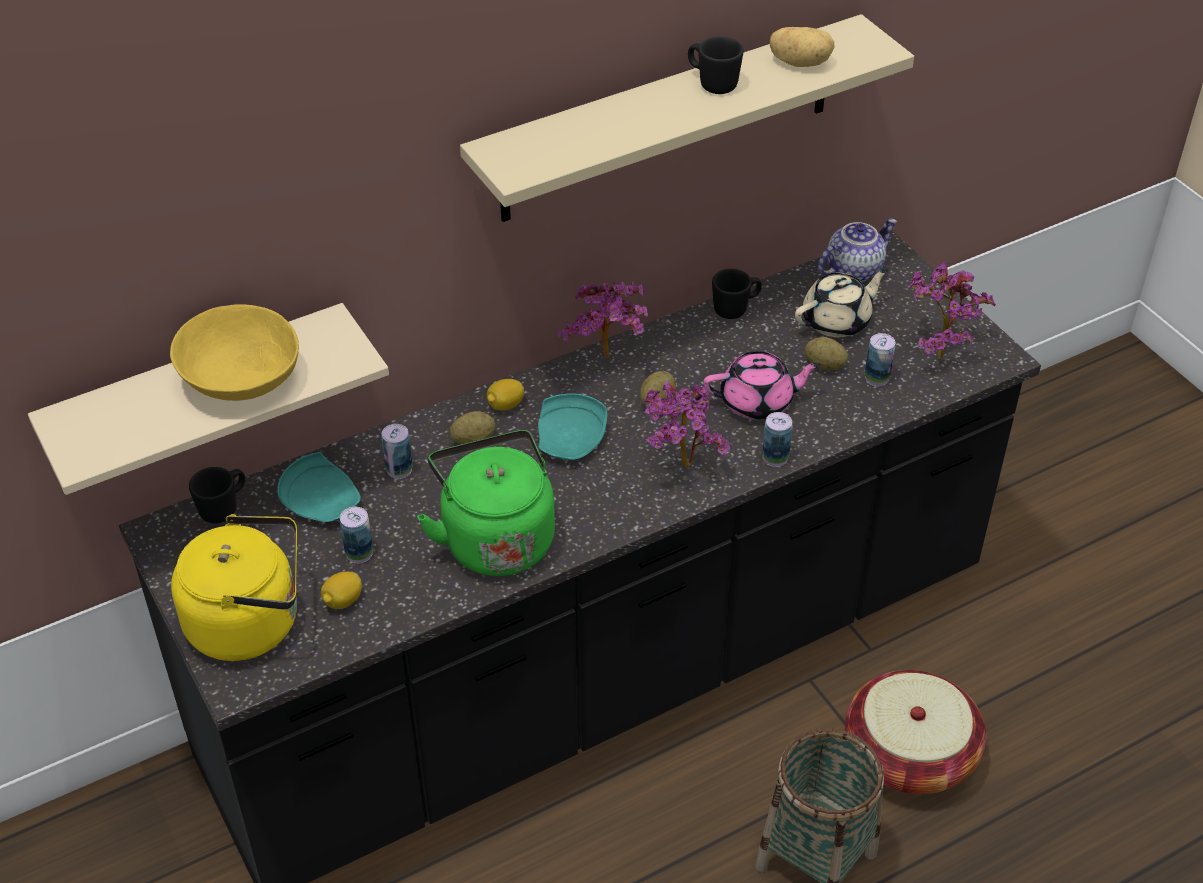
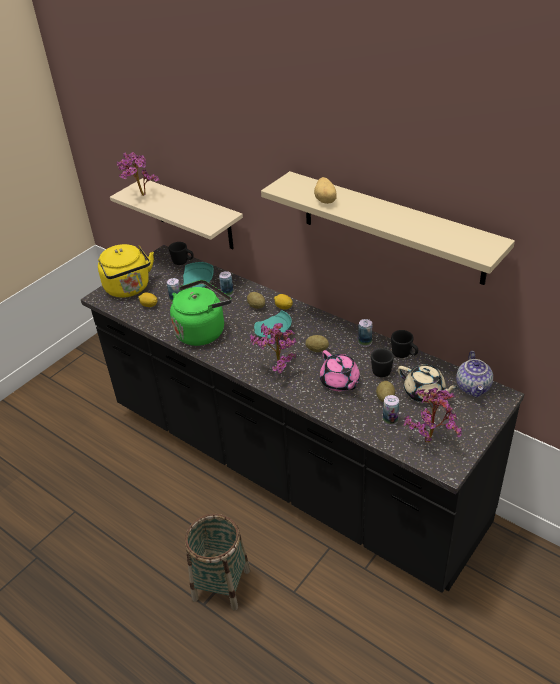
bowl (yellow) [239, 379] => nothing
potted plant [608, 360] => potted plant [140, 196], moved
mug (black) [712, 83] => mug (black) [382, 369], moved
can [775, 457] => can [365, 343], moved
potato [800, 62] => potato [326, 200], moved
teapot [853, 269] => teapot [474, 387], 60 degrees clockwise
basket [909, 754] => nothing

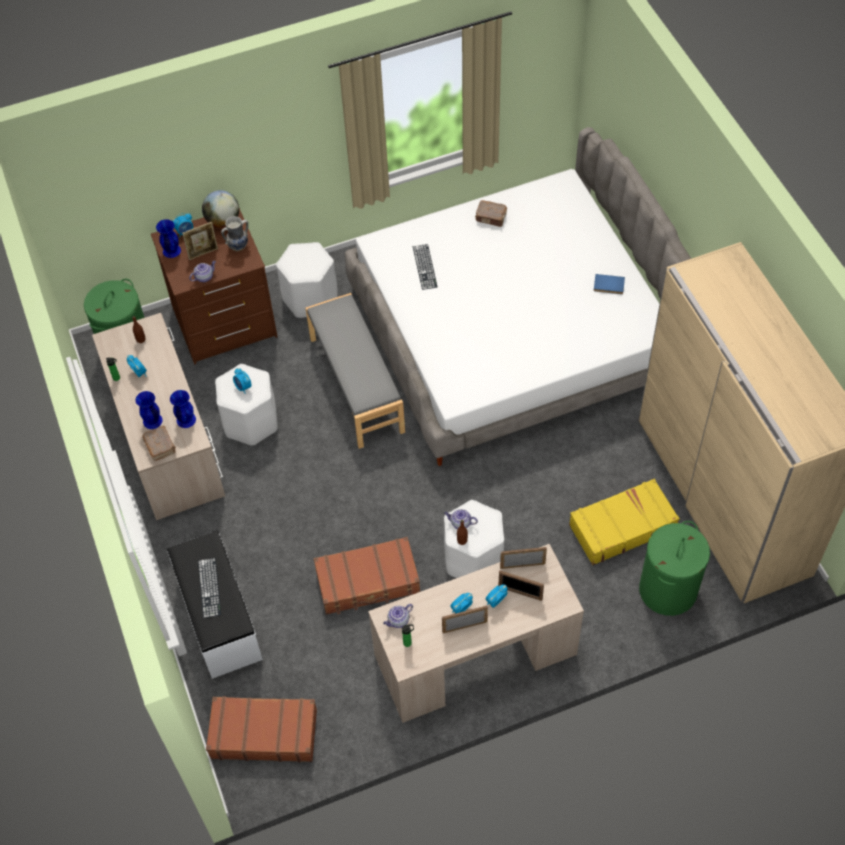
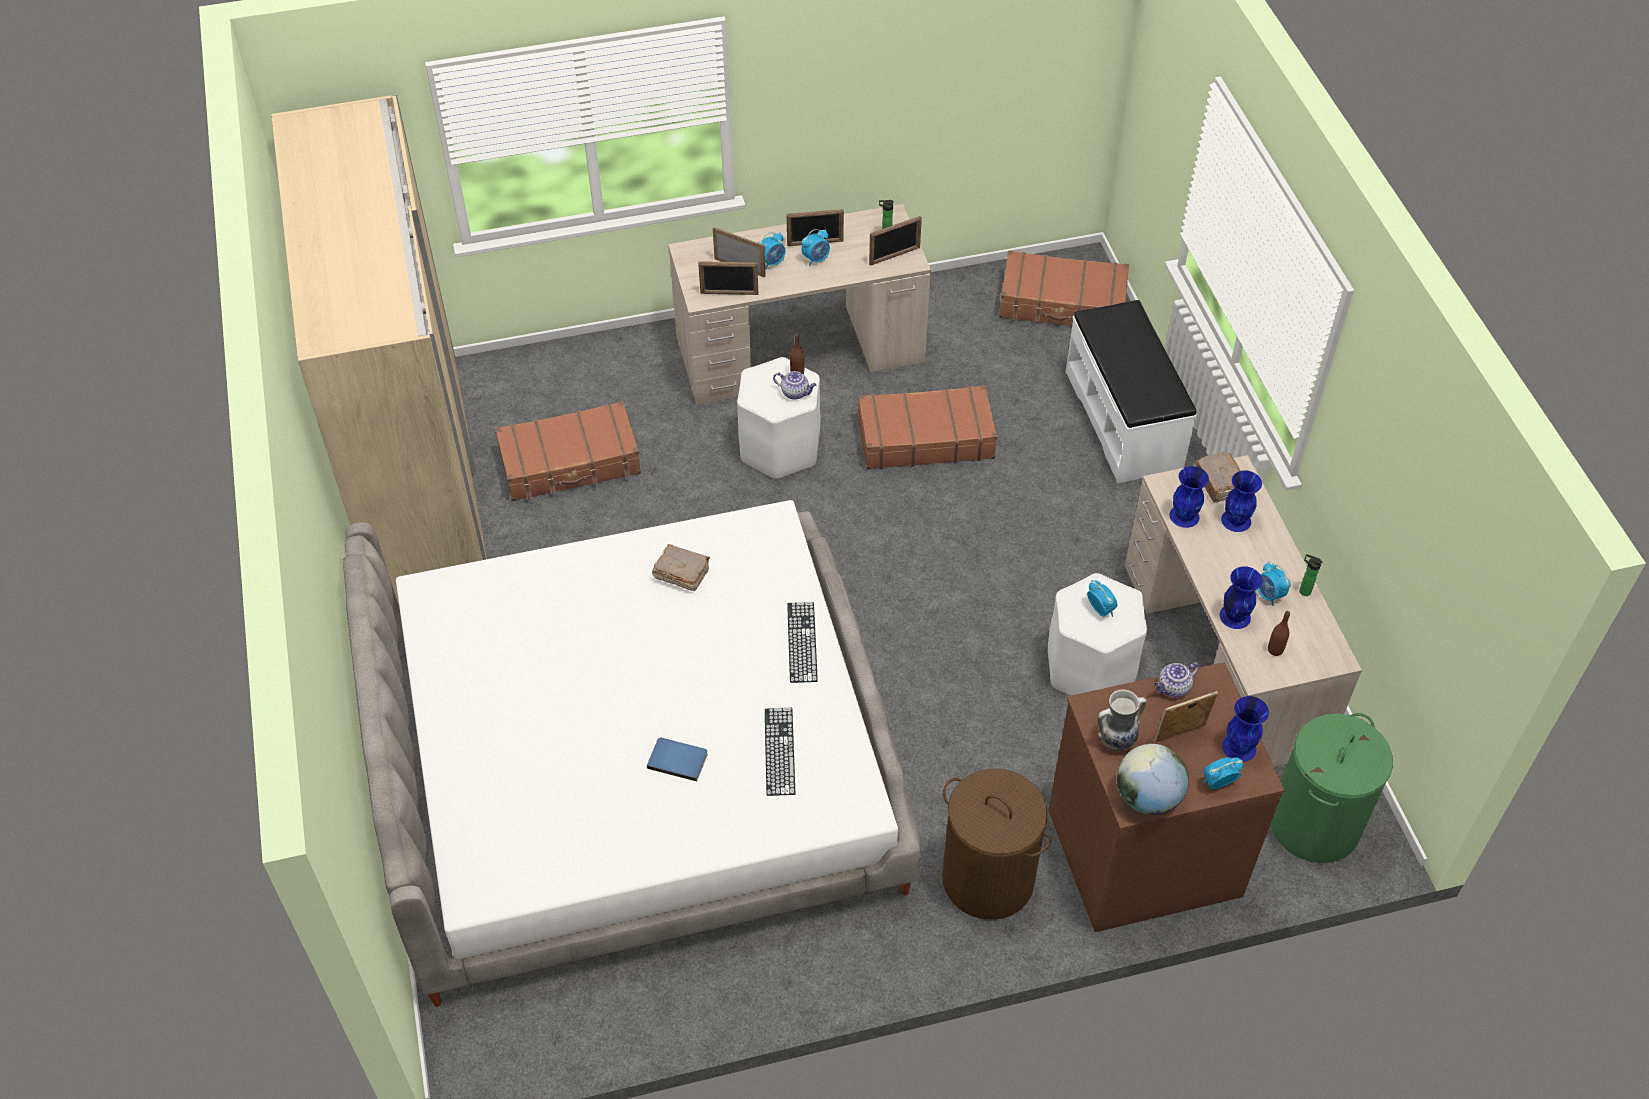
keyboard [209, 587] => keyboard [802, 642], moved
stool (white) [310, 298] => laundry basket (brown) [987, 879]
bench (grey) [357, 384] => nothing
teapot [398, 621] => picture frame [894, 256]
book (brown) [491, 217] => book (brown) [681, 573], moved
suitcase (yellow) [621, 527] => suitcase (brown) [570, 463]
book (blue) [608, 286] => book (blue) [678, 759], moved
laundry basket (green) [668, 590] => nothing
nothing => vase (blue) [1234, 616]

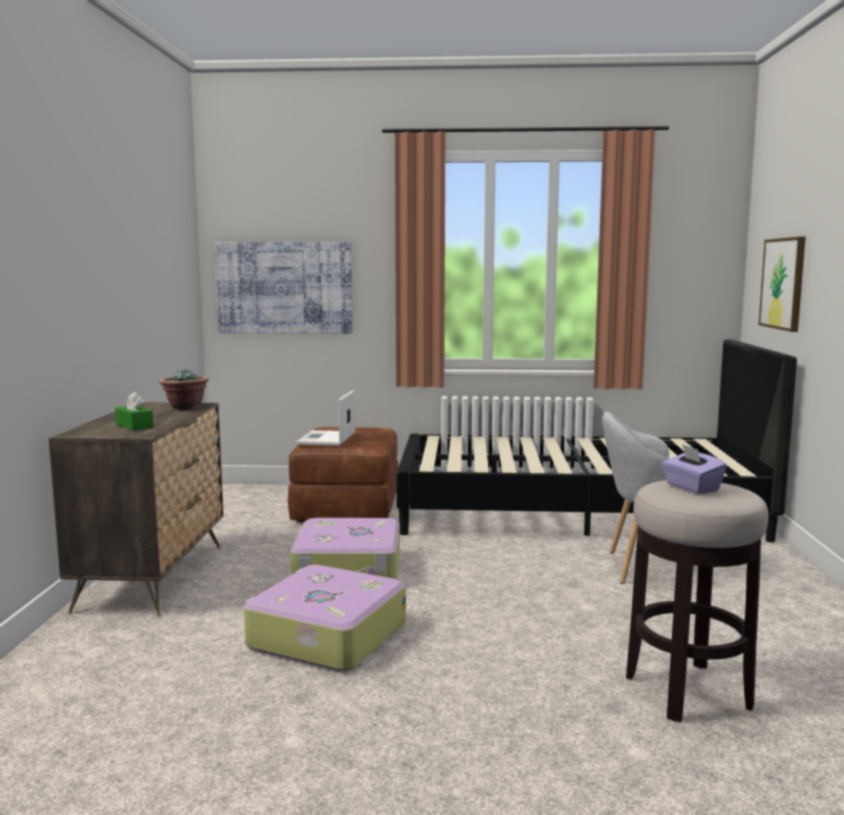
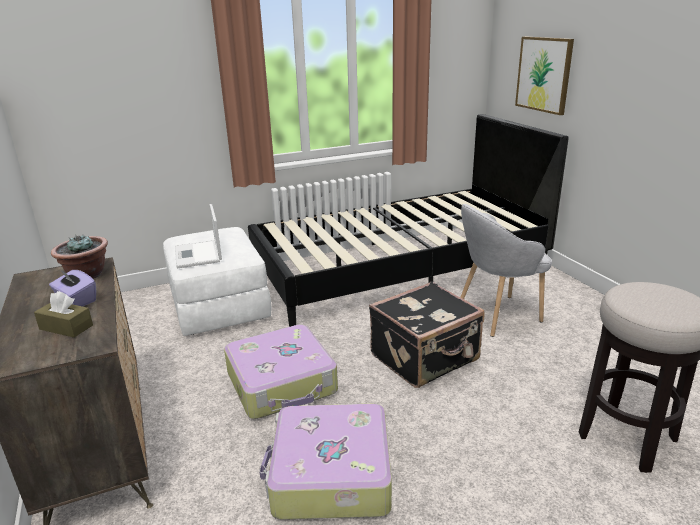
tissue box (green) [134, 426] => tissue box (brown) [66, 327]
picture [285, 287] => nothing
ottoman (brown) [347, 508] => ottoman (white) [220, 306]
tissue box (purple) [691, 487] => tissue box (purple) [76, 301], moved
nothing => suitcase (black) [426, 358]

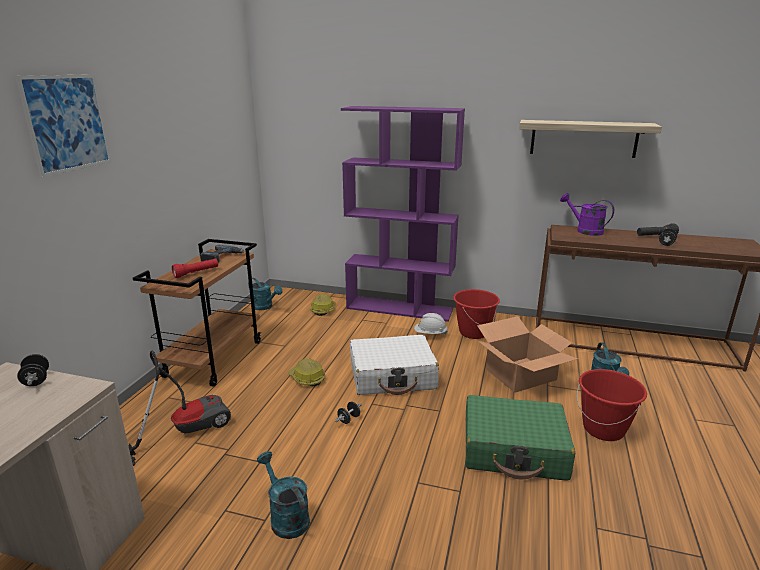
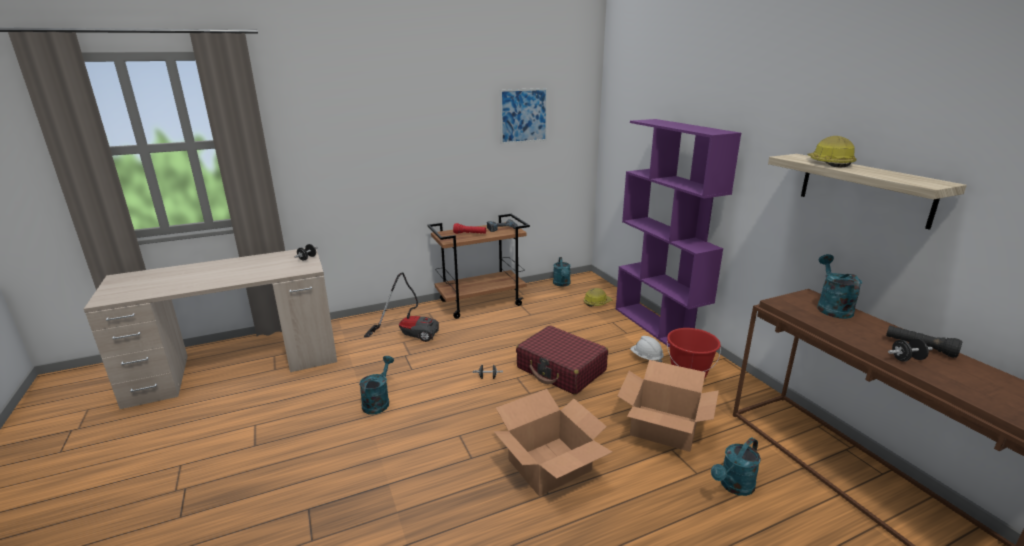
picture [67, 123] => picture [523, 116], moved
hard hat [306, 379] => hard hat [829, 163], moved
suitcase (white) [392, 376] => suitcase (red) [561, 369]
suitcase (green) [514, 450] => cardboard box [550, 465]
watering can (purple) [585, 230] => watering can (turquoise) [831, 307]
bucket (red) [603, 429] => nothing

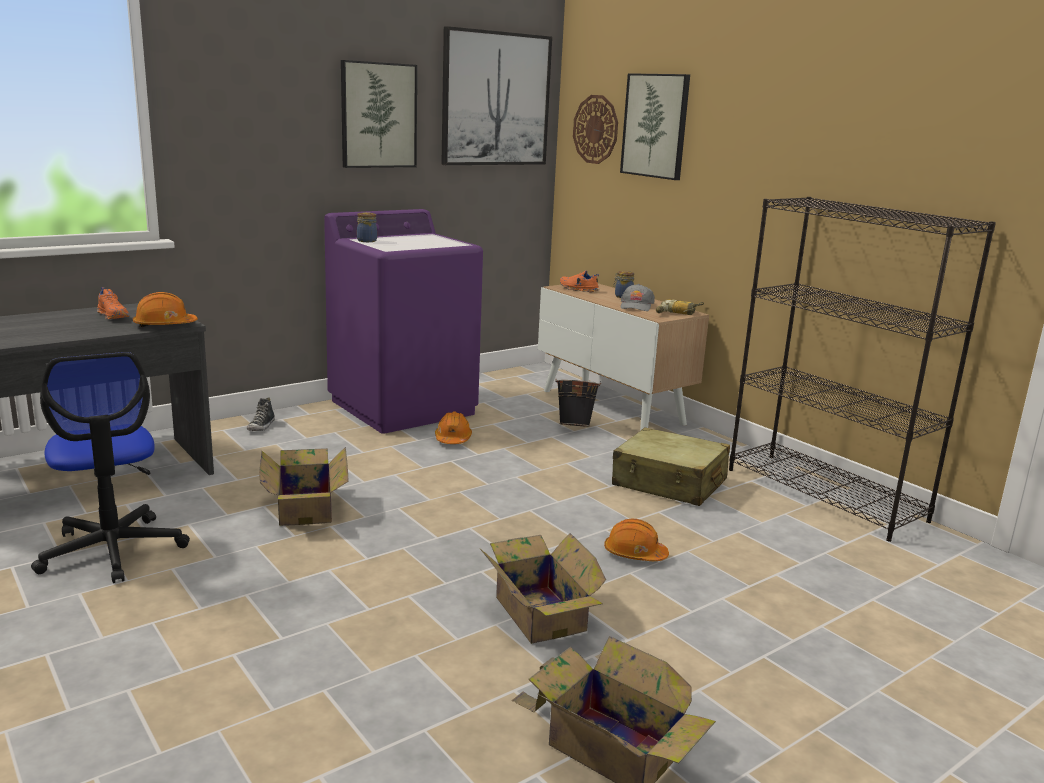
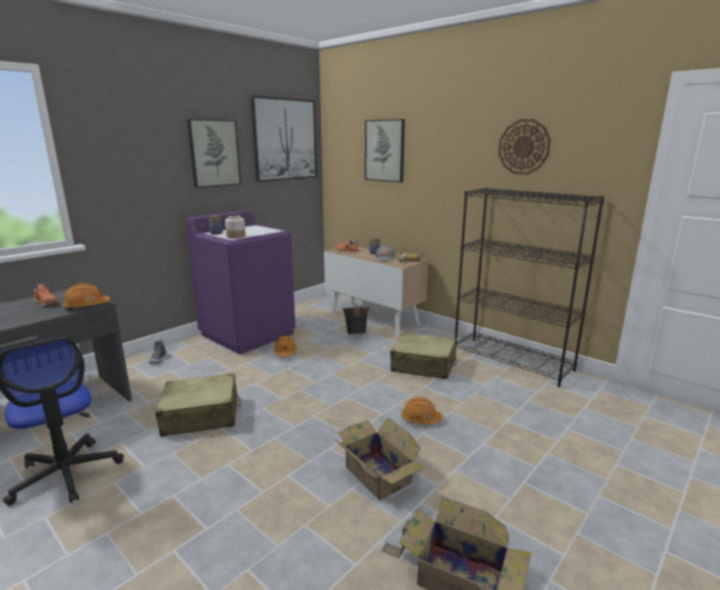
cardboard box [306, 506] => suitcase (beige) [201, 416]
wall clock [595, 129] => wall clock [524, 147], moved
nothing => jar [236, 236]

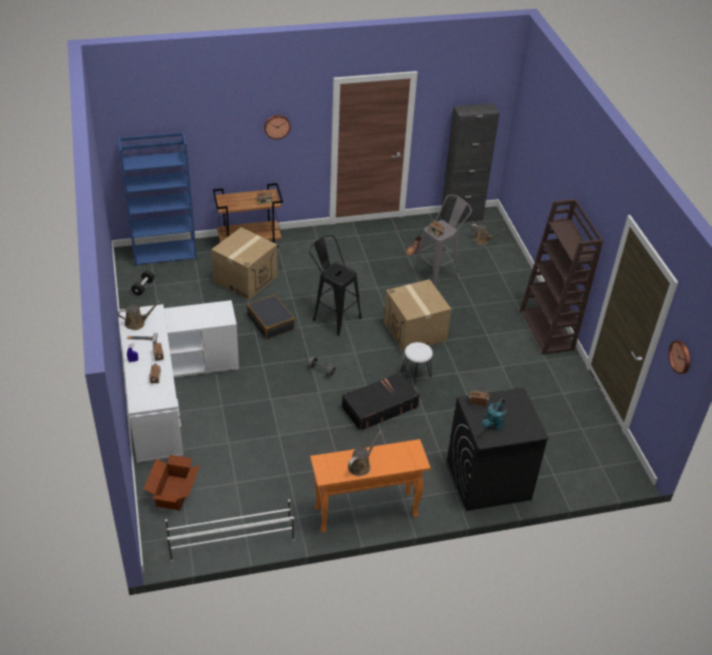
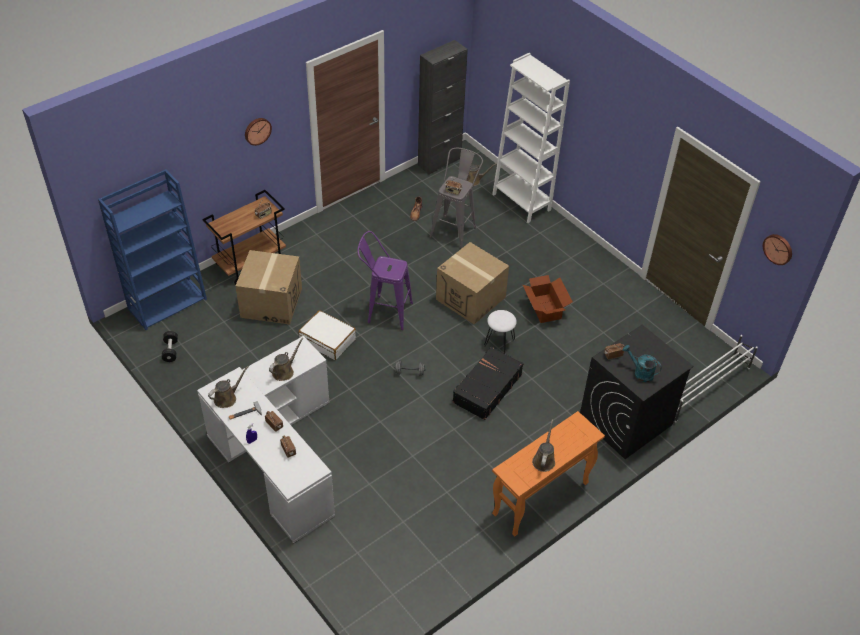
cardboard box [173, 493] => cardboard box [544, 309], moved
shoe rack (white) [230, 540] => shoe rack (white) [704, 388], moved
suitcase (black) [271, 322] => suitcase (white) [328, 340]
stool (black) [333, 316] => stool (purple) [385, 311]
watering can (turquoise) [493, 425] => watering can (turquoise) [640, 372], 120 degrees clockwise
bookcase (brown) [547, 330] => nothing
nothing => watering can (brown) [284, 371]
nothing => bookcase (white) [521, 202]

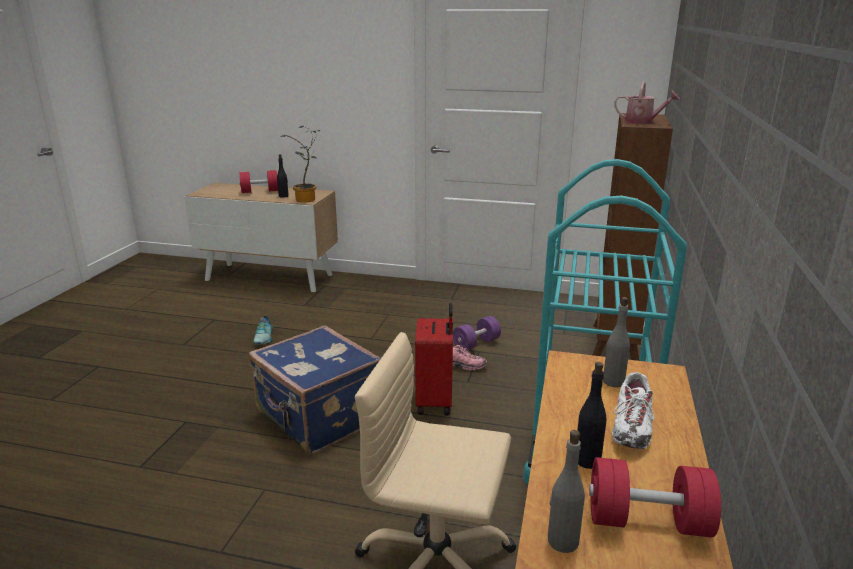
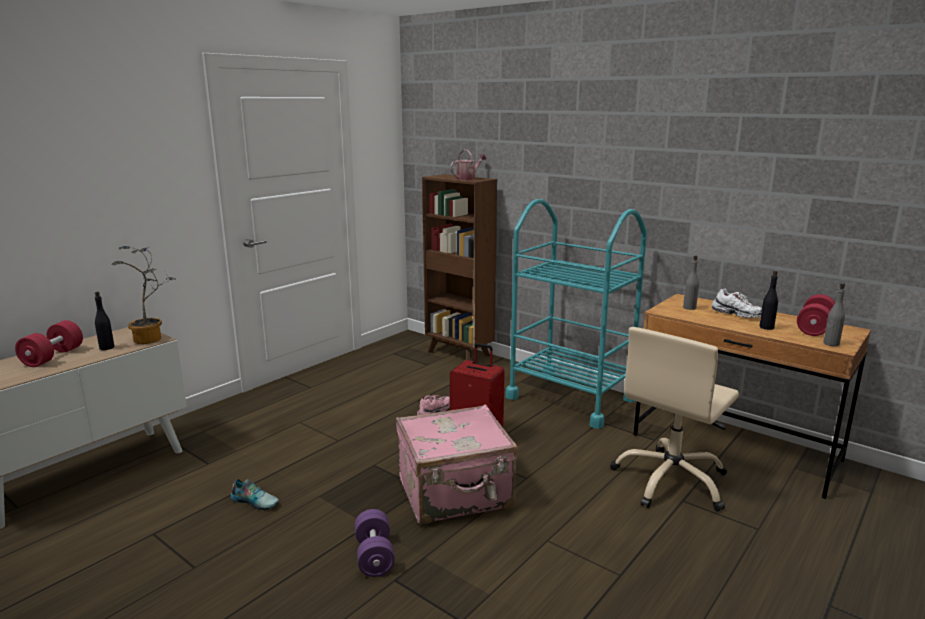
suitcase (blue) [318, 417] => suitcase (pink) [456, 494]
dumbbell (purple) [476, 344] => dumbbell (purple) [374, 556], moved

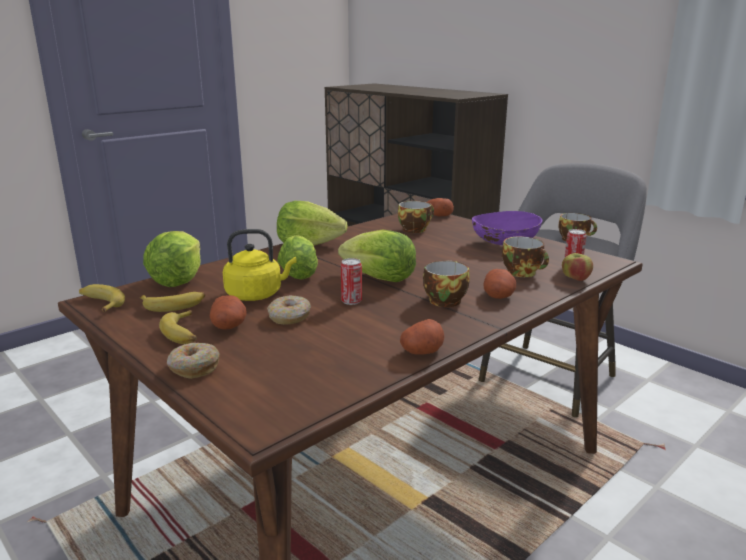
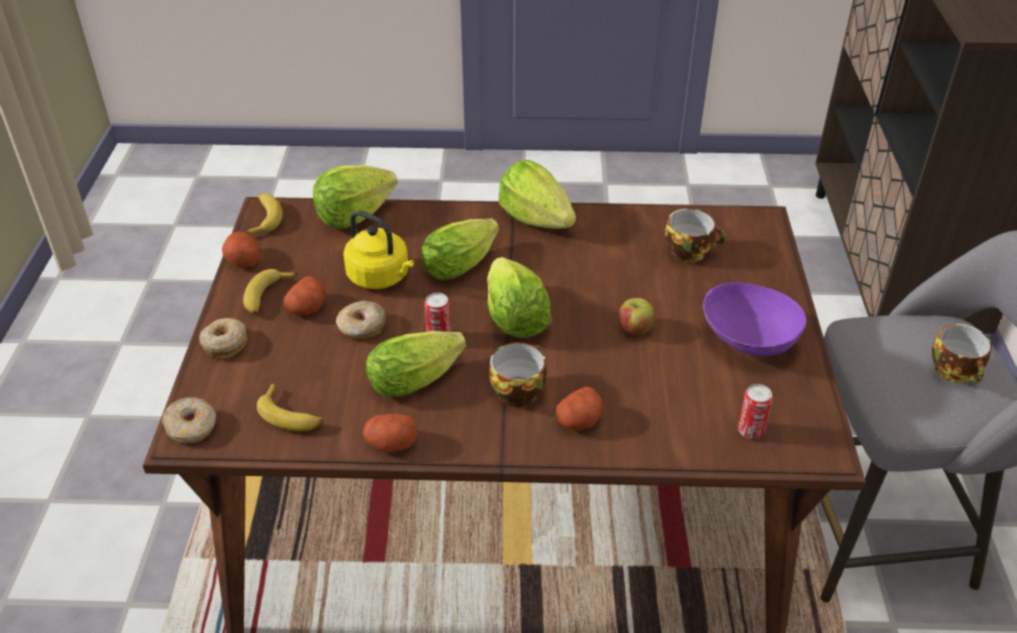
banana [174, 305] => banana [291, 415], moved
potato [438, 215] => potato [242, 259], moved
cup [523, 273] => nothing
apple [575, 279] => apple [635, 329], moved
nothing => donut [192, 427]
nothing => lettuce [420, 377]

